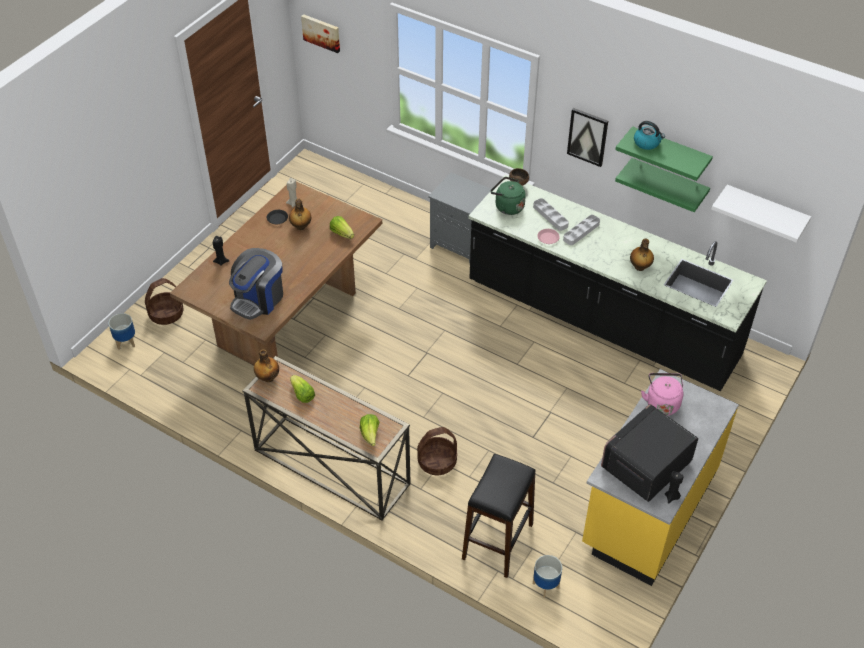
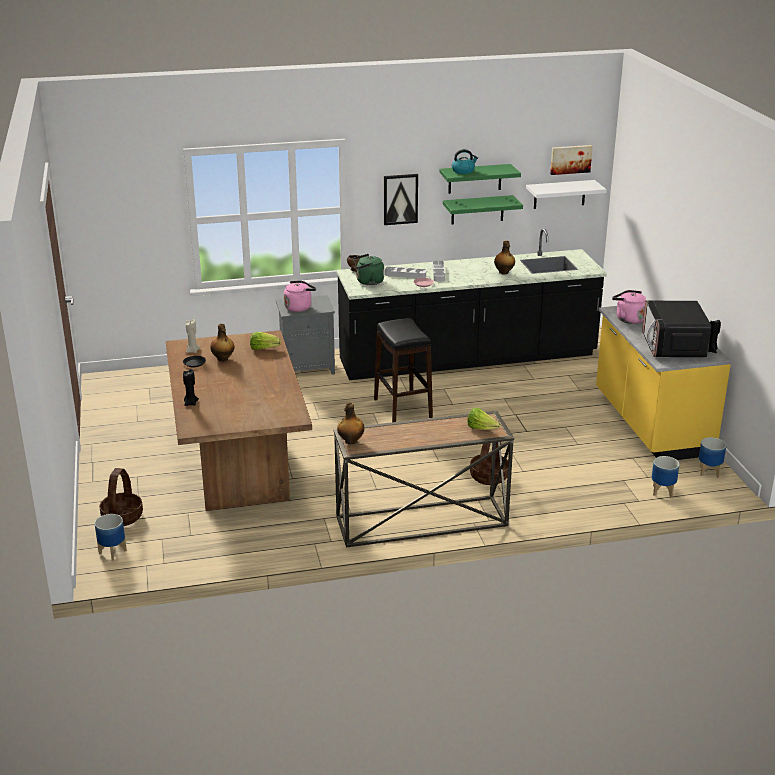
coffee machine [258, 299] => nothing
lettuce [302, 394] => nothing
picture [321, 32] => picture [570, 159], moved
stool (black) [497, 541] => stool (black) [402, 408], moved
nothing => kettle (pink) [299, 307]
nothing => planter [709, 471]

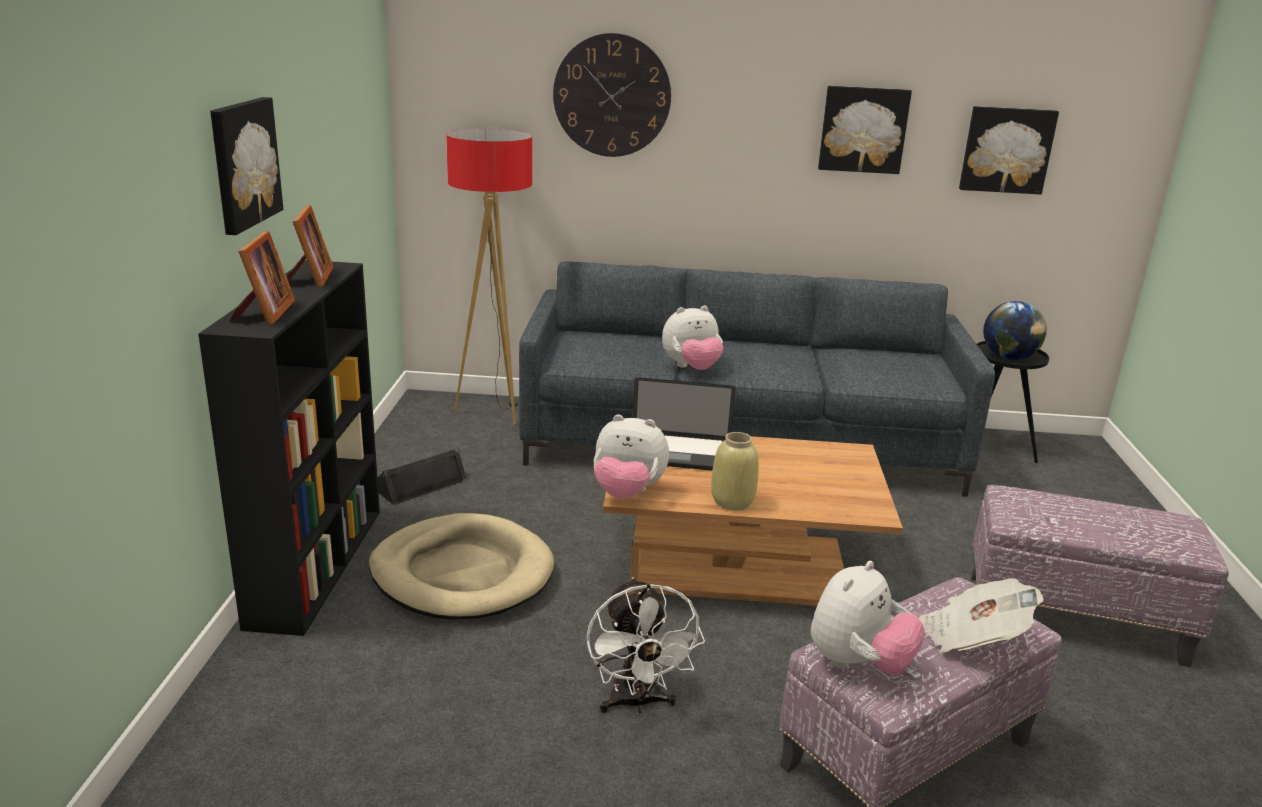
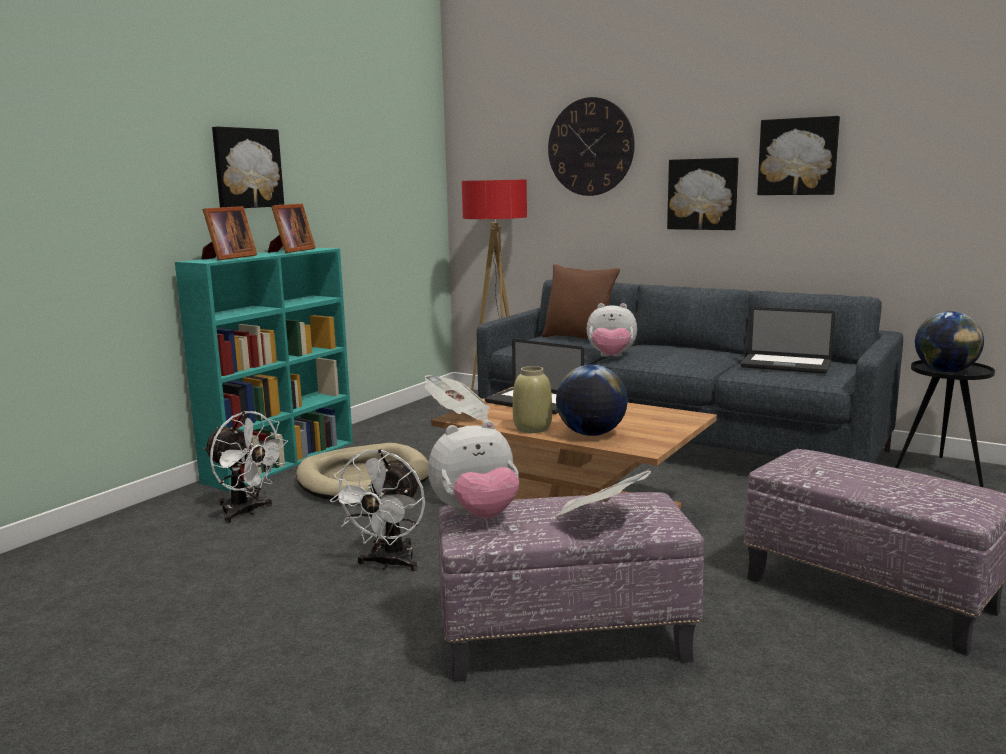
bookcase (black) [317, 564] => bookcase (turquoise) [282, 461]
speaker (black) [421, 485] => nothing
plush toy [627, 493] => newspaper [459, 416]
picture [1006, 150] => picture [703, 194], moved
nothing => fan (white) [246, 512]
nothing => pillow (brown) [579, 339]
nothing => globe [591, 434]
nothing => laptop [785, 365]

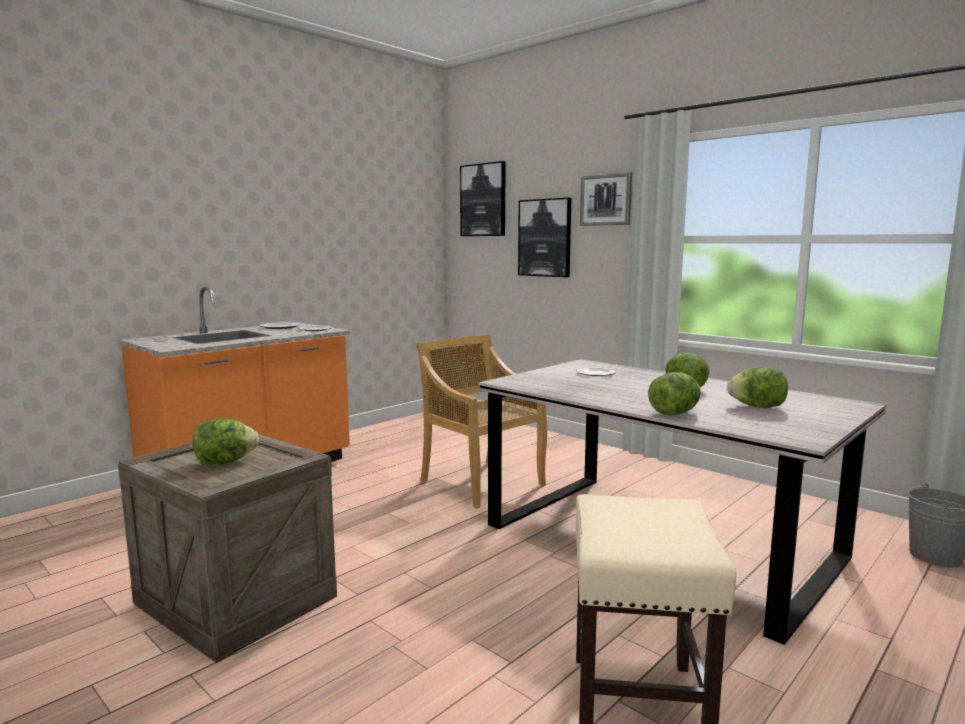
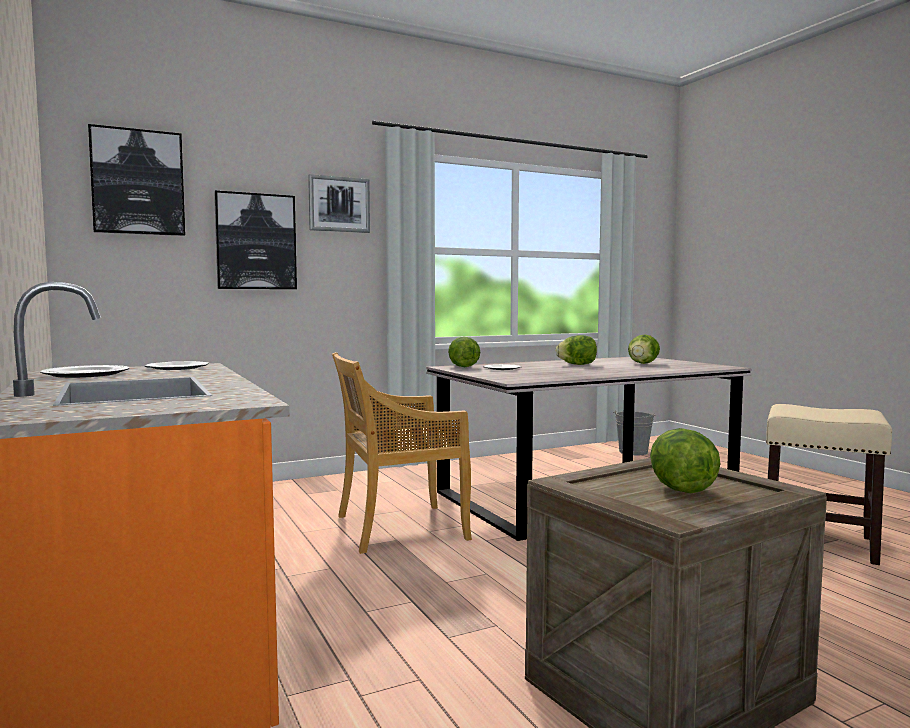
lettuce [674, 413] => lettuce [463, 367], moved

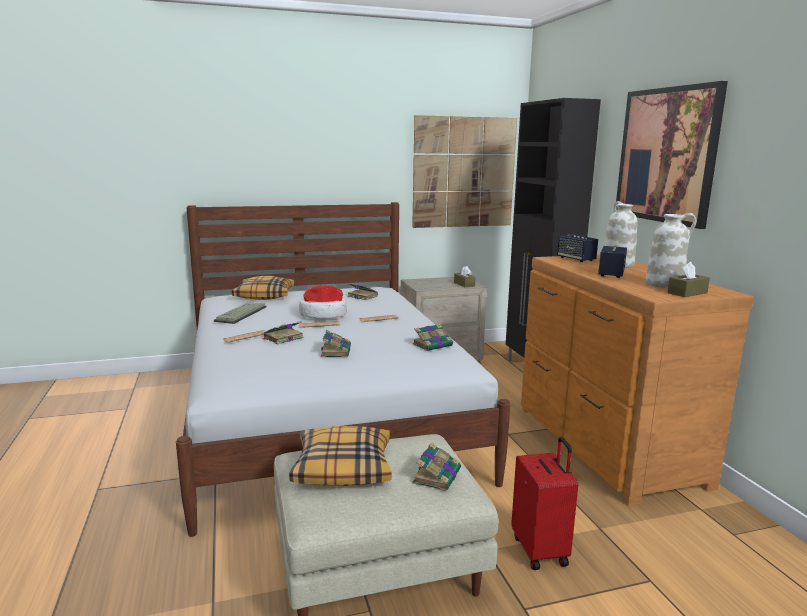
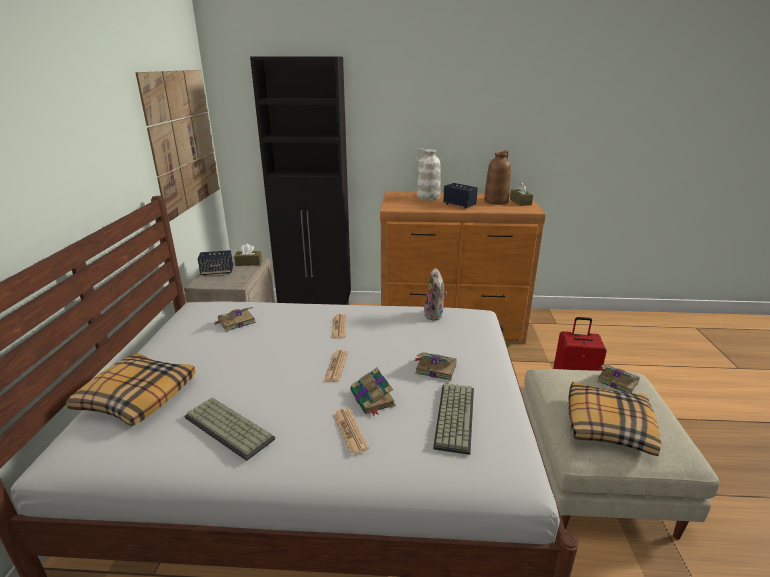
hat [323, 314] => nothing
book [433, 345] => plush toy [435, 315]
speaker [576, 259] => speaker [217, 272], moved
picture [666, 155] => nothing
vase (white) [664, 284] => vase (brown) [496, 201]
nothing => keyboard [453, 416]

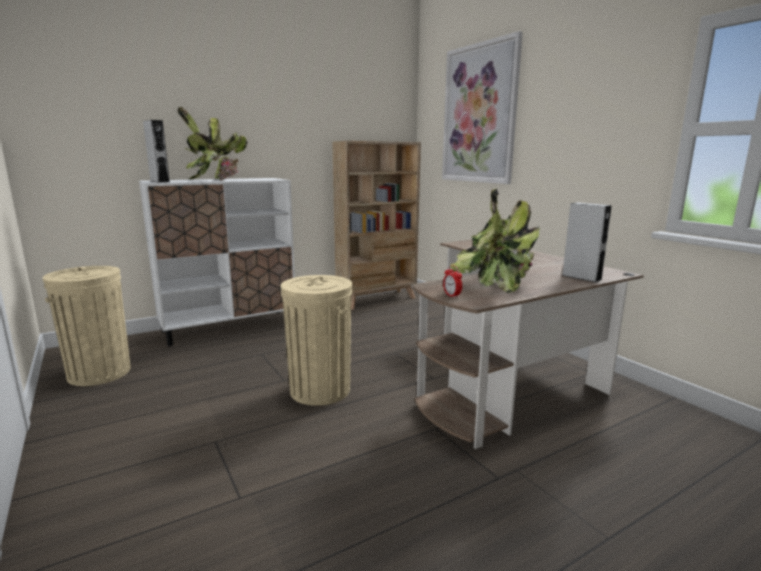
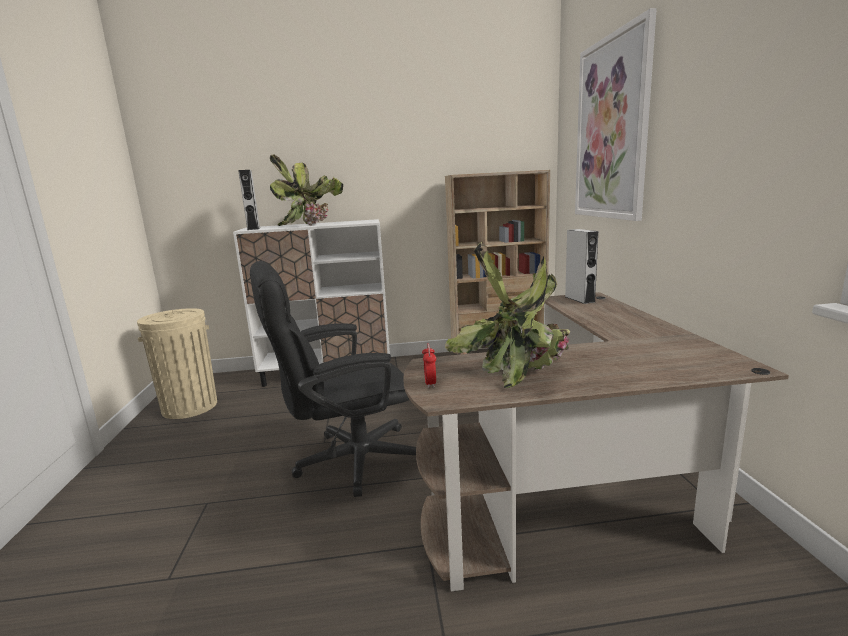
trash can (beige) [320, 390] => office chair (black) [347, 462]
speaker (grey) [581, 277] => speaker (grey) [579, 299], moved

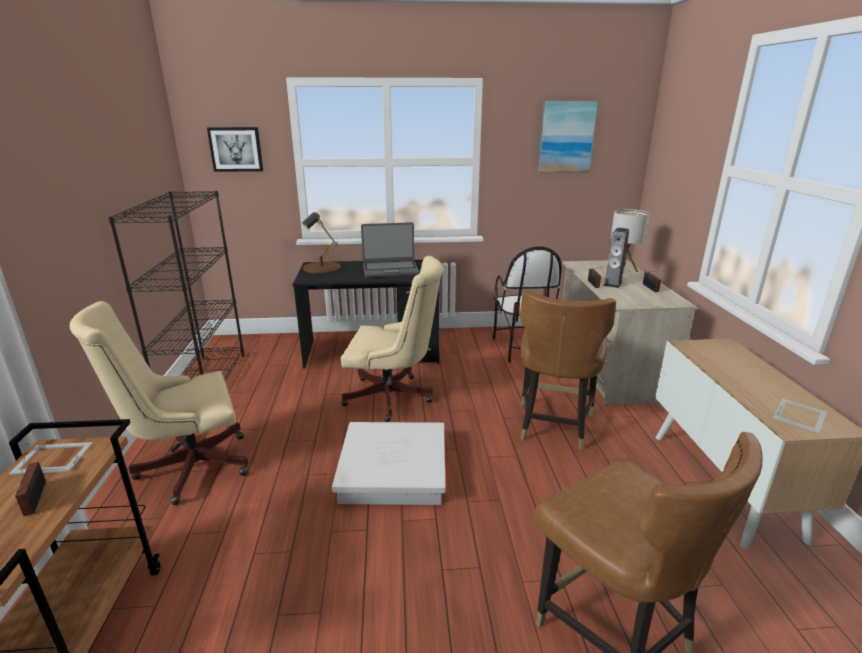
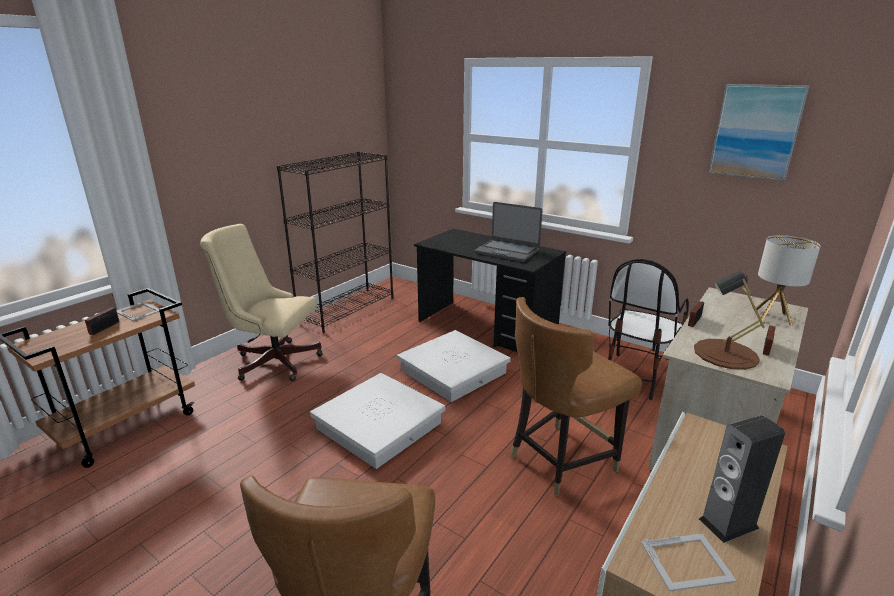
picture [236, 149] => nothing
table lamp (brown) [321, 267] => table lamp (brown) [725, 354], moved
office chair (beige) [393, 398] => storage box (white) [452, 371]
speaker [613, 283] => speaker [728, 523], moved

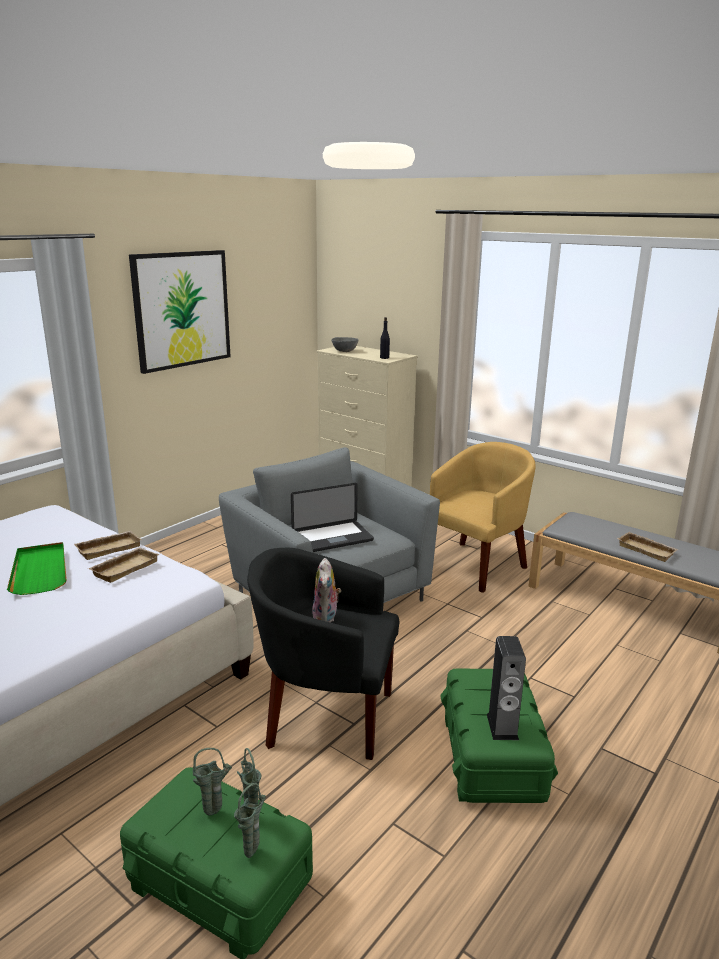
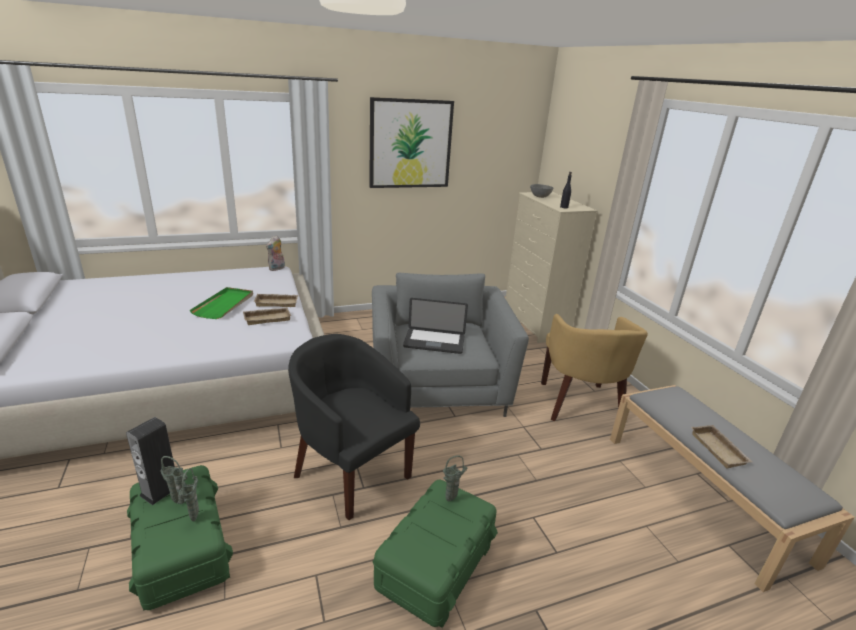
vase (green) [253, 852] => vase (green) [452, 499], moved
plush toy [326, 618] => plush toy [277, 268], moved
armchair (yellow) [476, 565] => armchair (yellow) [579, 404], 105 degrees clockwise
speaker [502, 726] => speaker [160, 490], moved

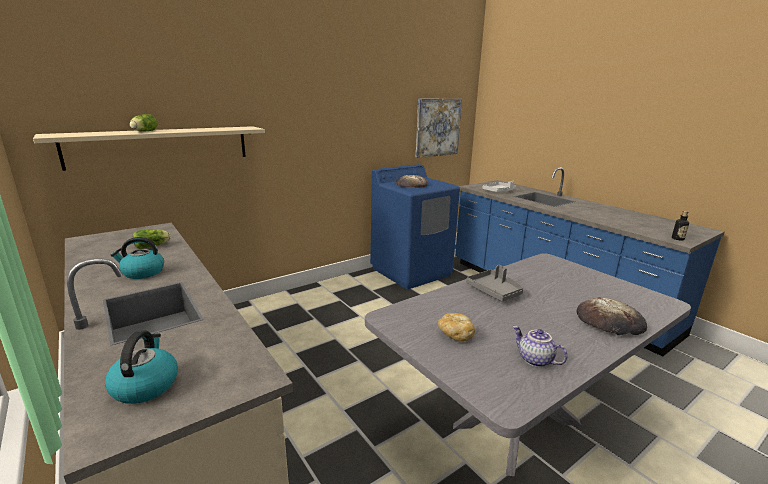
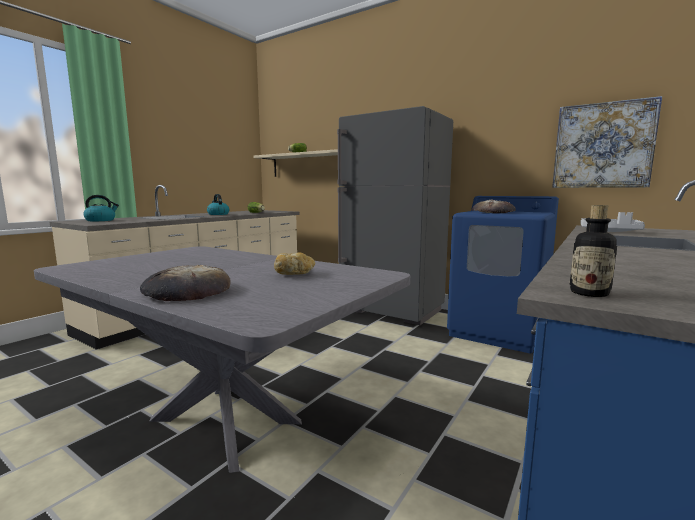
bread [455, 334] => bread [294, 274], moved
tray (grey) [495, 291] => nothing
teapot [534, 360] => nothing
nothing => fridge (grey) [392, 312]

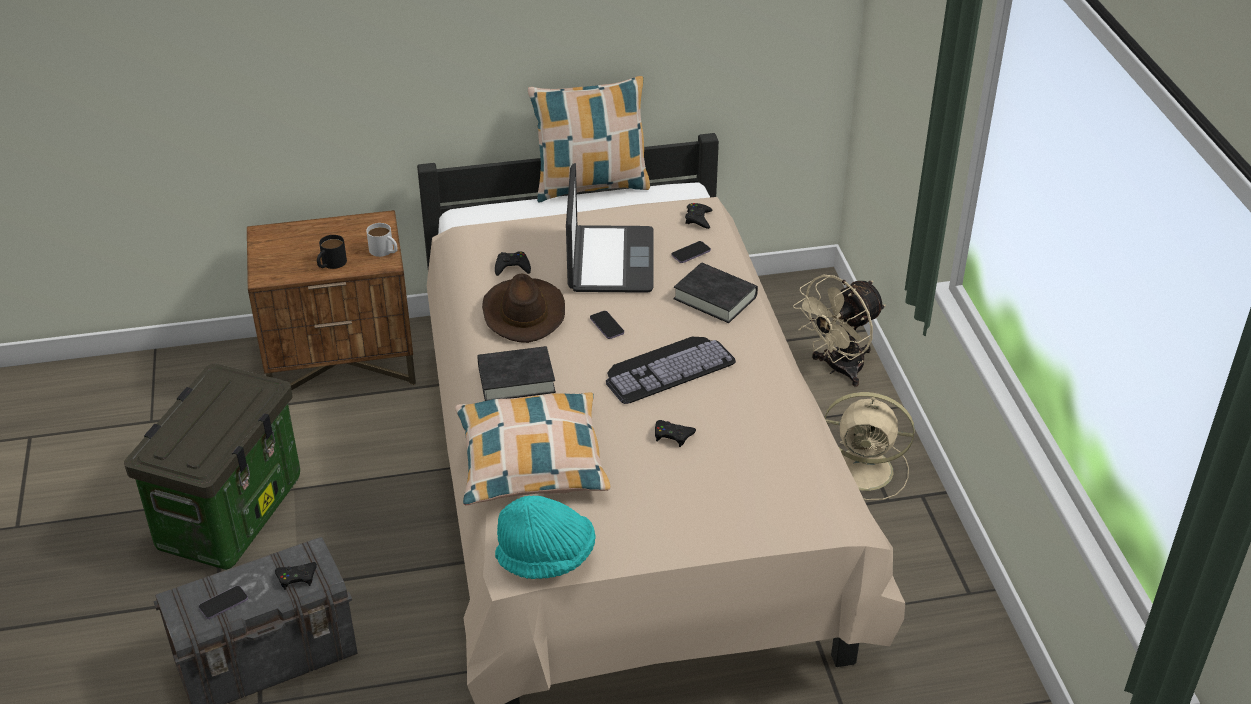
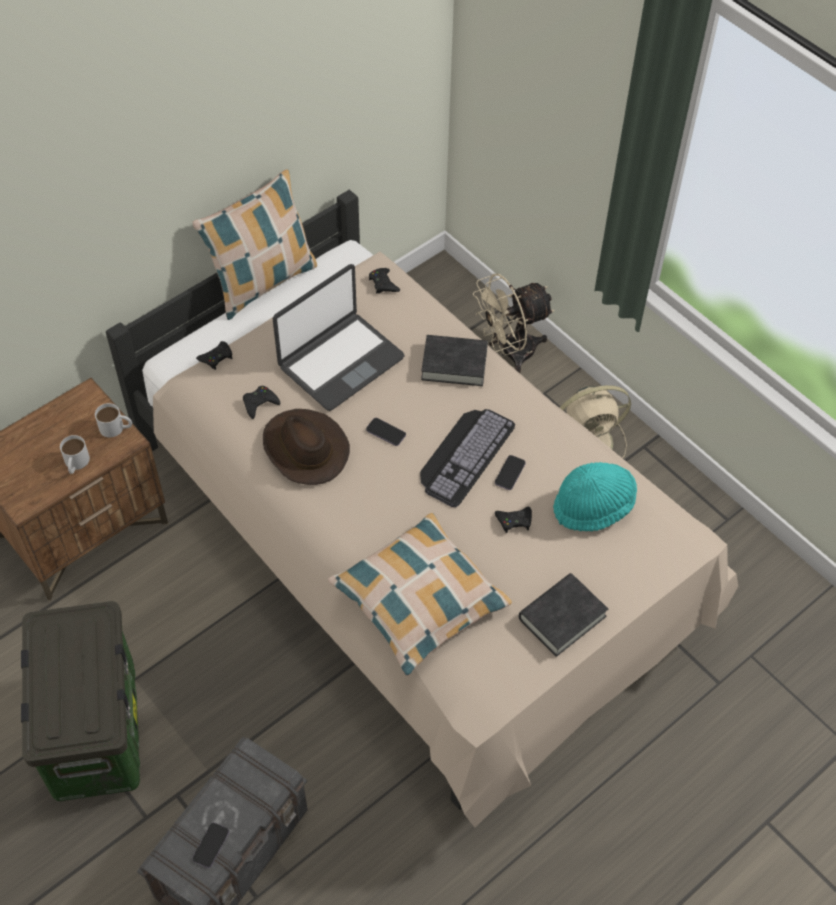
game controller (black) [296, 577] => game controller (black) [216, 357], moved
mug (black) [331, 264] => mug (white) [76, 464]
book (black) [516, 379] => book (black) [562, 617], moved
hat (turquoise) [546, 558] => hat (turquoise) [593, 506], moved
laptop [609, 261] => laptop [340, 362], 75 degrees clockwise
phone [691, 253] => phone [510, 473], moved
fan (beige) [838, 369] => fan (beige) [509, 353], 45 degrees clockwise

